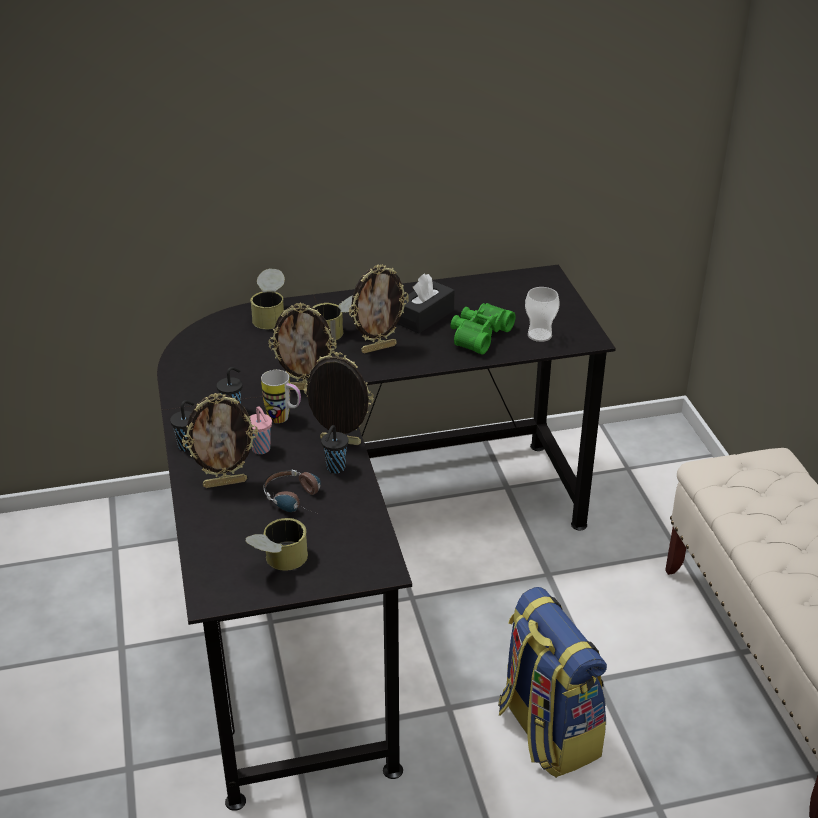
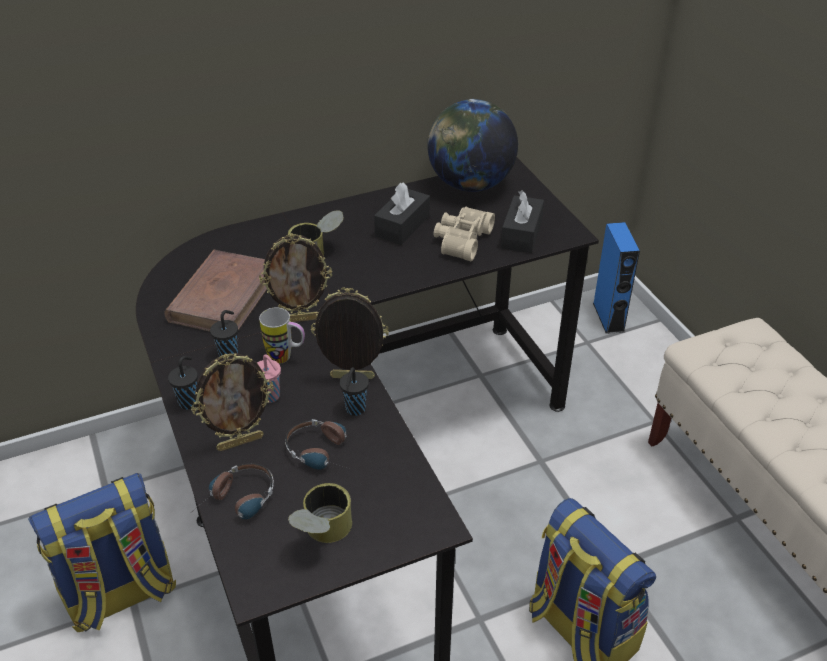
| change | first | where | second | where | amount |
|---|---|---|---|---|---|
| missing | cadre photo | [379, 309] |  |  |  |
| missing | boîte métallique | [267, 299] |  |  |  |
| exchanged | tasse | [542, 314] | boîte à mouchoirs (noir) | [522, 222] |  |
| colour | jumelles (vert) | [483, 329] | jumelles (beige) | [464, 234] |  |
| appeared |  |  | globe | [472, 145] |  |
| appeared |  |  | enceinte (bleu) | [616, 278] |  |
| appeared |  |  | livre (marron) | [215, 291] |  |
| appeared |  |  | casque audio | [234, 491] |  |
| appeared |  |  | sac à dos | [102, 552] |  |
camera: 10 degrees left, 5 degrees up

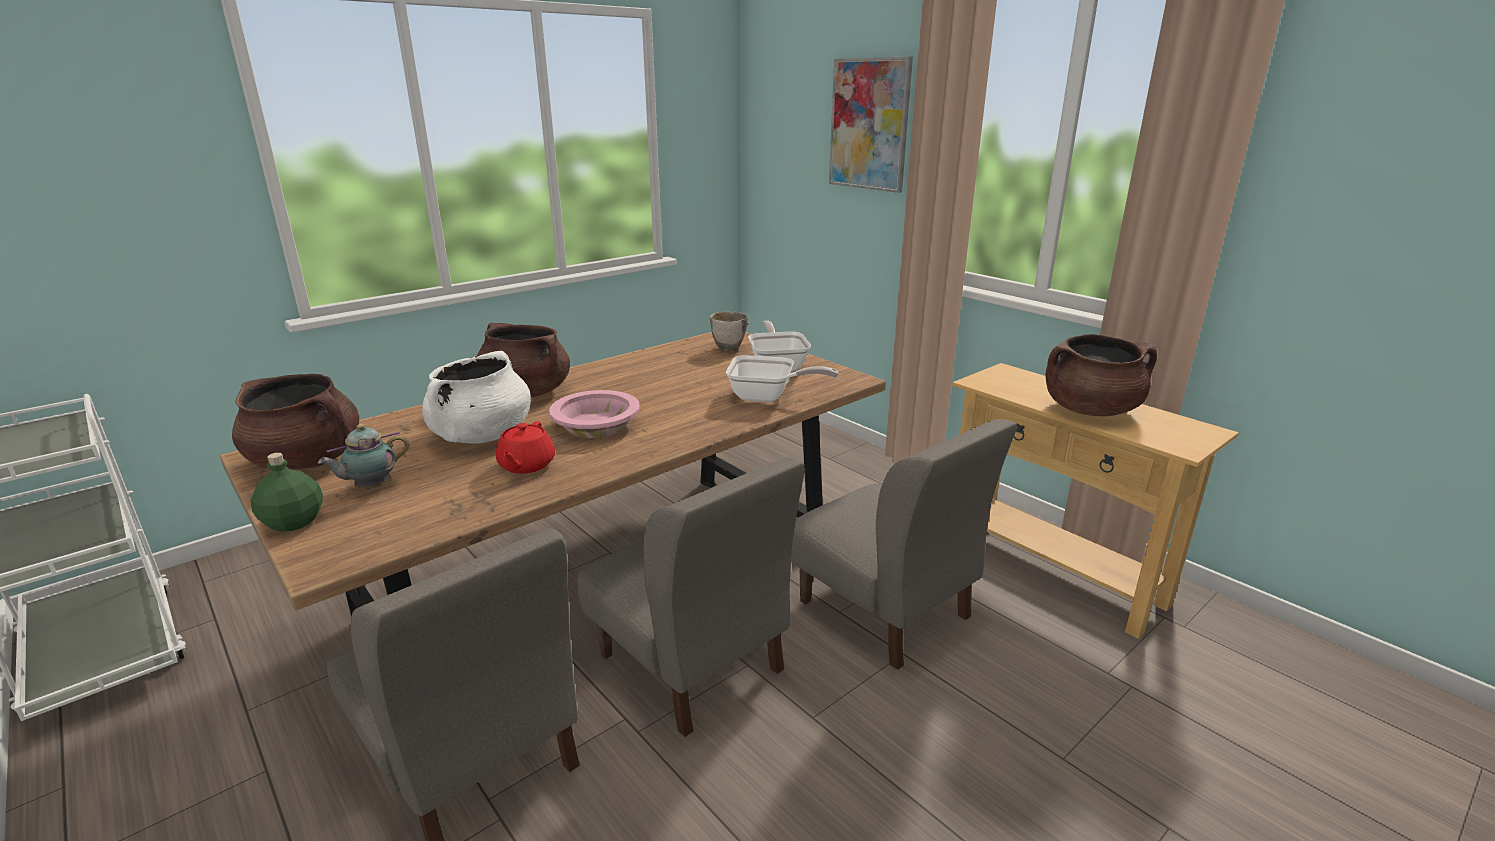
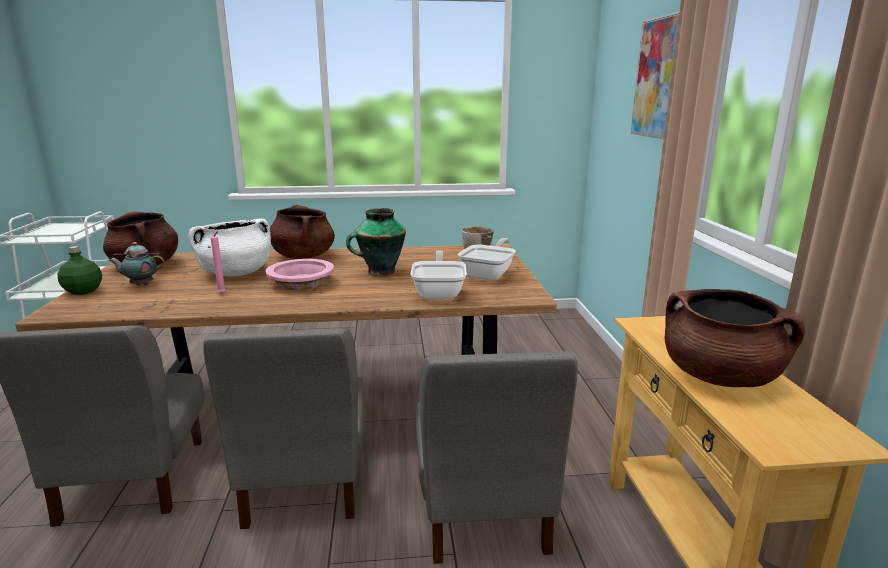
| change | first | where | second | where | amount |
|---|---|---|---|---|---|
| spun | poêle | [782, 378] |  | [439, 274] | 135 degrees counterclockwise |
| exchanged | théière (rouge) | [525, 447] | bougie (rose) | [218, 263] |  |
| appeared |  |  | vase | [376, 242] |  |
camera: 35 degrees right, 5 degrees down

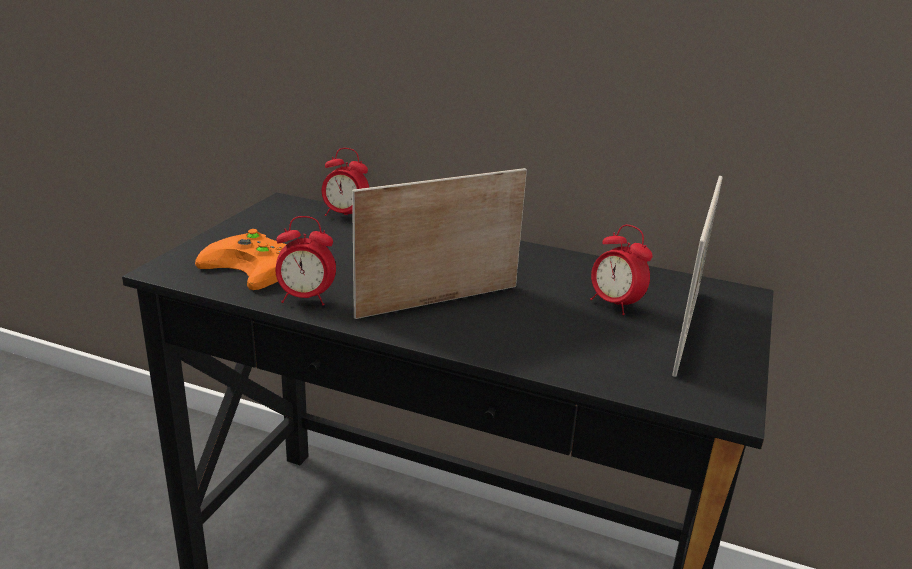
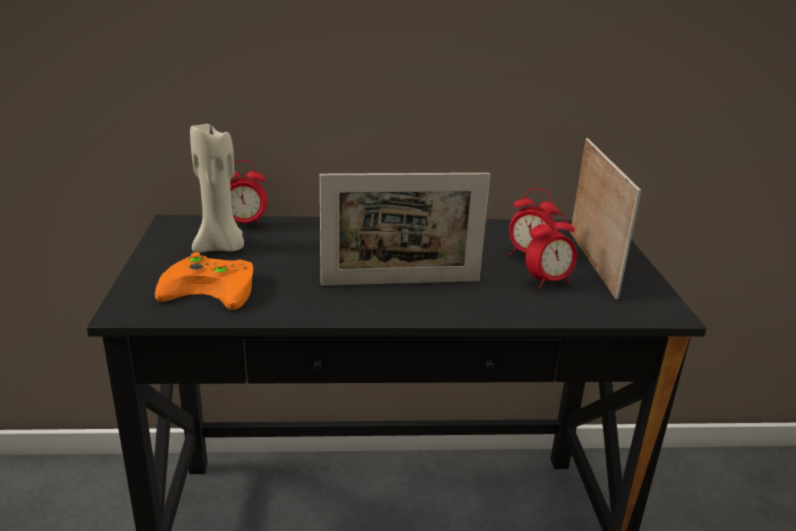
| change | first | where | second | where | amount |
|---|---|---|---|---|---|
| spun | cadre photo | [439, 243] |  | [405, 229] | 135 degrees counterclockwise |
| relocated | réveil | [305, 260] |  | [551, 249] |  |
| appeared |  |  | bougie (beige) | [217, 186] |  |
camera: 25 degrees left, 0 degrees up

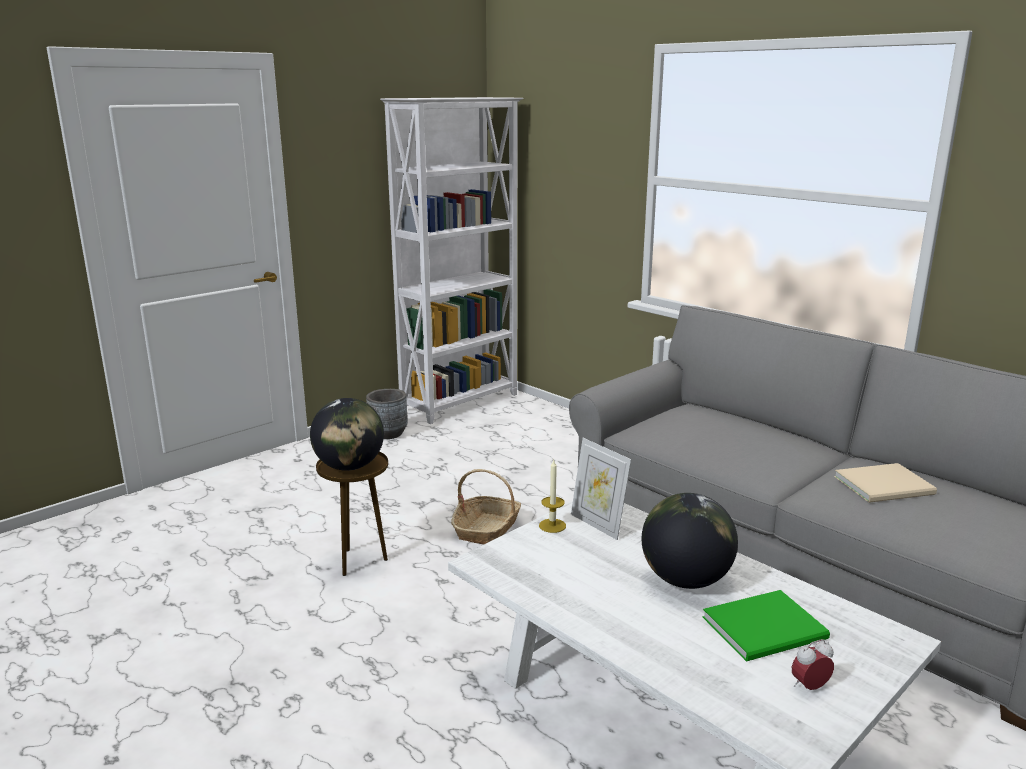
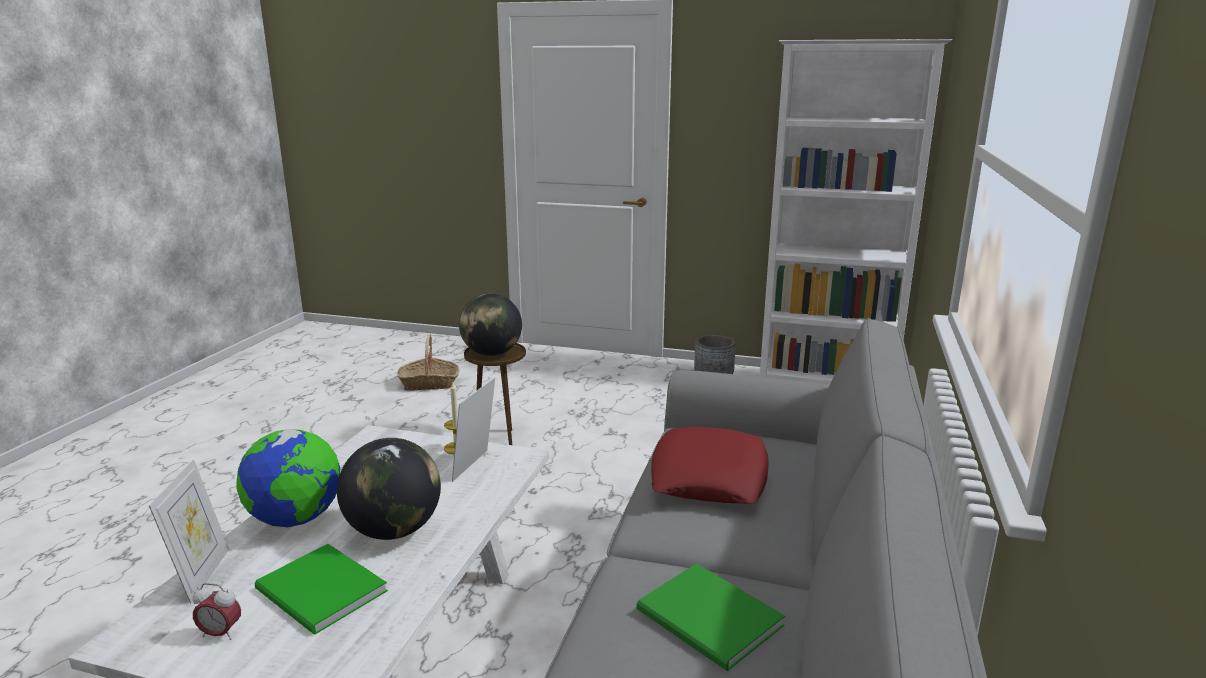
| change | first | where | second | where | amount |
|---|---|---|---|---|---|
| colour | livre (beige) | [885, 483] | livre (vert) | [711, 617] |  |
| relocated | panier | [486, 506] |  | [428, 362] |  |
| spun | réveil | [813, 664] |  | [217, 611] | 150 degrees clockwise |
| appeared |  |  | coussin (rouge) | [710, 465] |  |
| appeared |  |  | globe | [288, 478] |  |
| appeared |  |  | cadre photo | [189, 531] |  |
camera: 60 degrees right, 0 degrees up

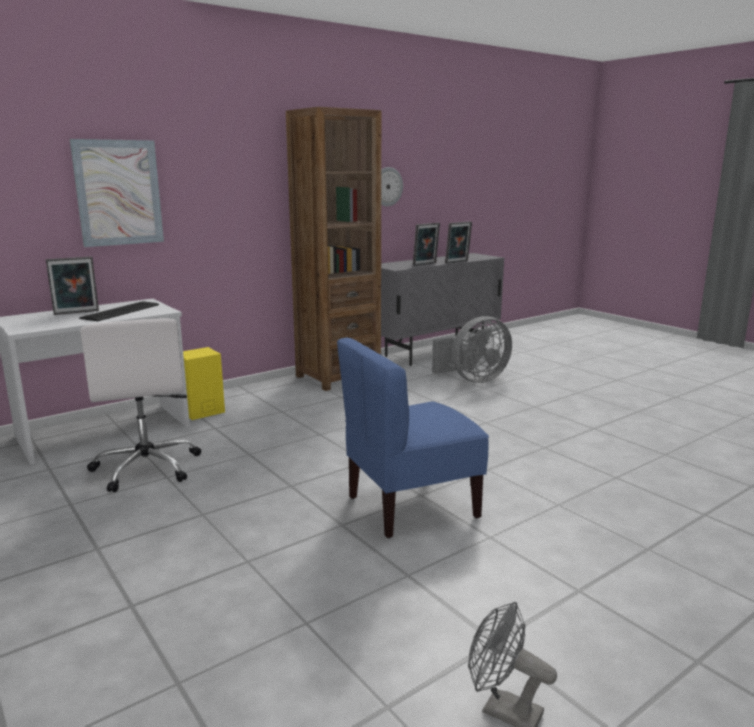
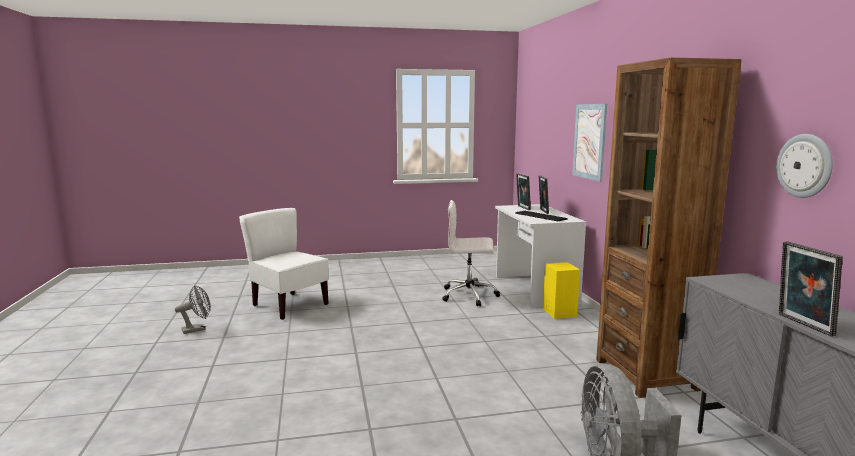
| change | first | where | second | where | amount |
|---|---|---|---|---|---|
| relocated | cadre photo | [426, 244] |  | [523, 192] |  |
| missing | chaise (bleu) | [413, 438] |  |  |  |
| appeared |  |  | chaise (blanc) | [284, 264] |  |
camera: 115 degrees right, 5 degrees down

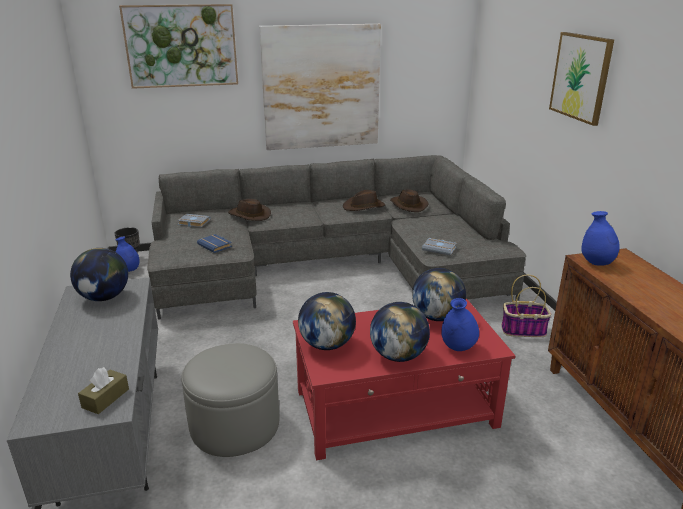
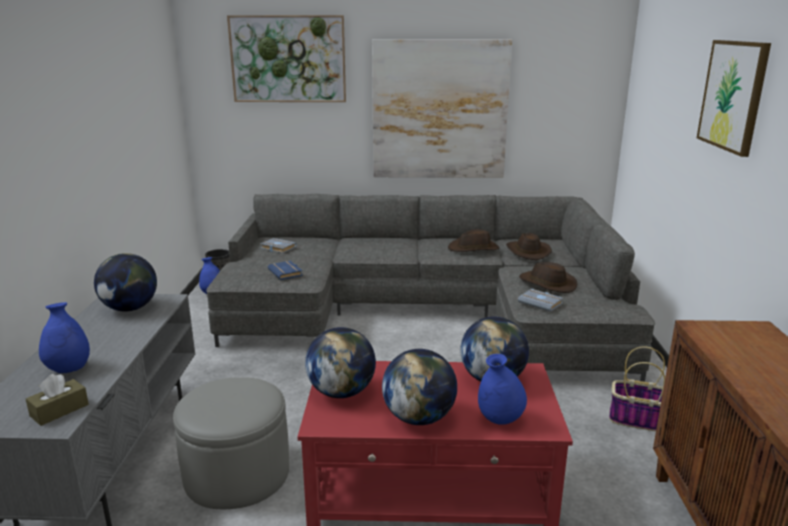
| change | first | where | second | where | amount |
|---|---|---|---|---|---|
| relocated | chapeau (marron) | [249, 210] |  | [548, 277] |  |
| relocated | vase (bleu) | [600, 238] |  | [64, 337] |  |
camera: 15 degrees right, 5 degrees down

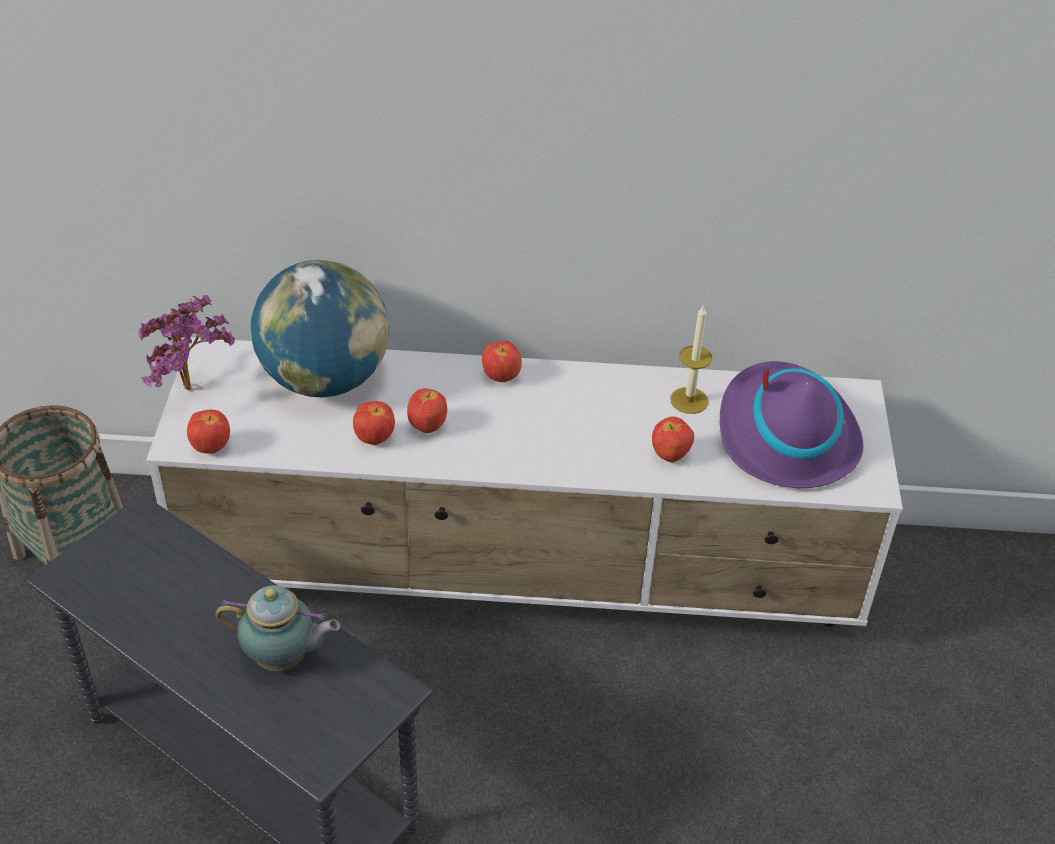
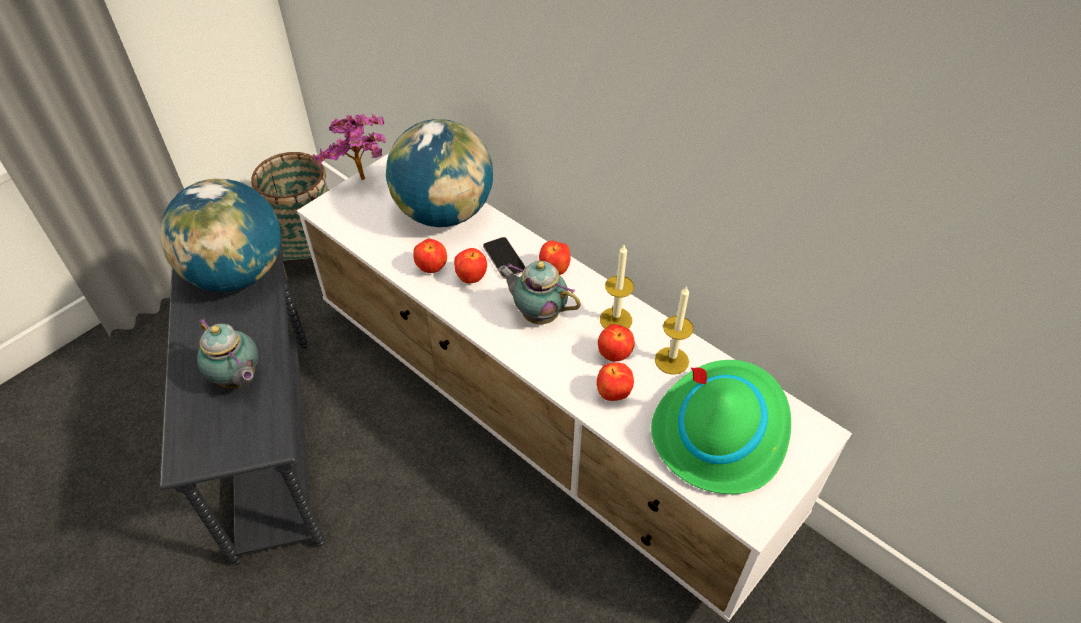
| change | first | where | second | where | amount |
|---|---|---|---|---|---|
| colour | chapeau (violet) | [791, 424] | chapeau (vert) | [721, 427] |  |
| relocated | pomme | [208, 432] |  | [616, 343] |  |
| appeared |  |  | globe | [220, 235] |  |
| appeared |  |  | téléphone | [504, 258] |  |
| appeared |  |  | bougie | [617, 287] |  |
| appeared |  |  | théière | [539, 292] |  |
camera: 40 degrees right, 5 degrees up

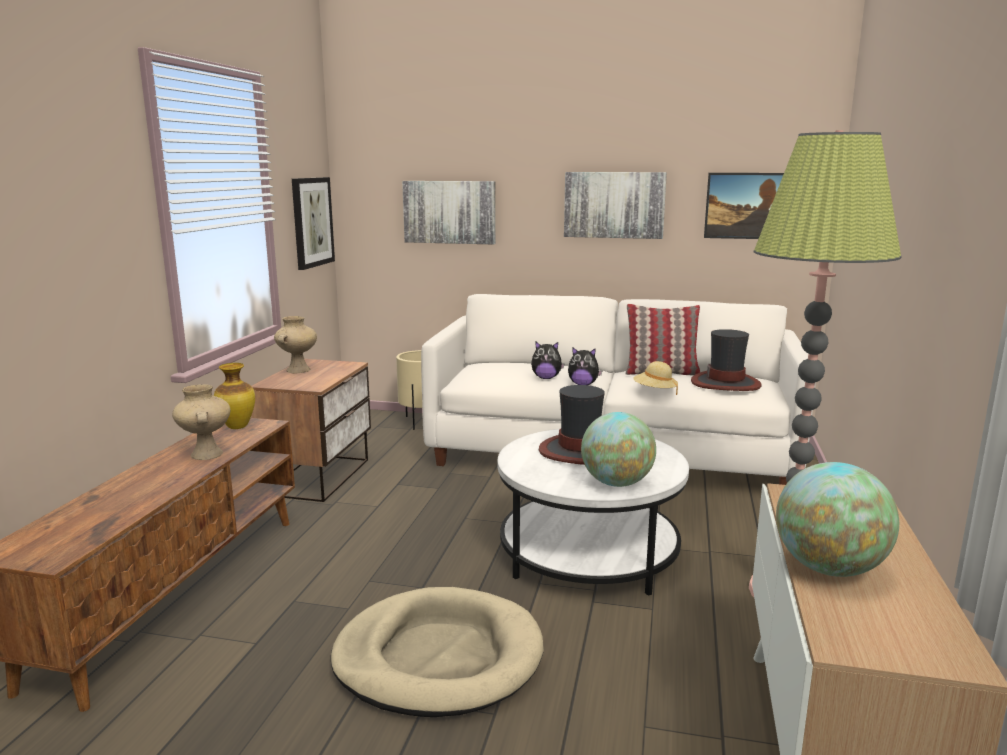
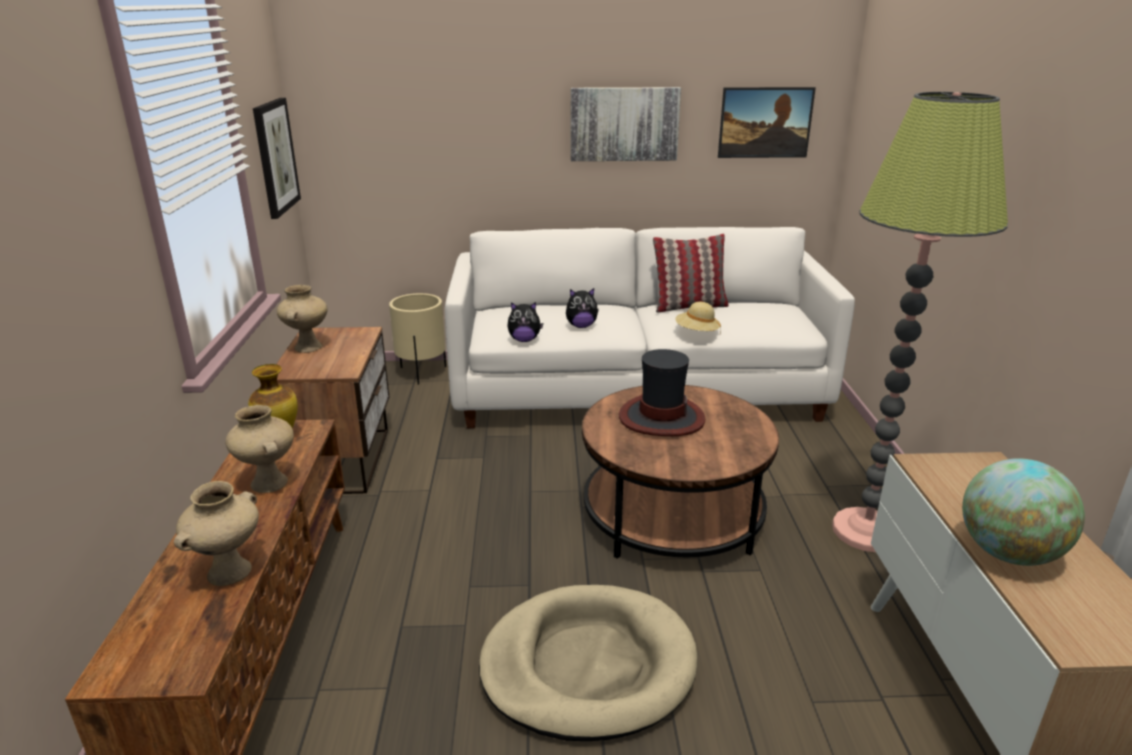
| change | first | where | second | where | amount |
|---|---|---|---|---|---|
| missing | tableau | [449, 213] |  |  |  |
| missing | chapeau | [726, 360] |  |  |  |
| relocated | peluche | [585, 366] |  | [525, 322] |  |
| missing | globe | [618, 449] |  |  |  |
| colour | table basse (blanc) | [593, 512] | table basse (marron) | [680, 472] |  |
| appeared |  |  | vase (beige) | [216, 533] |  |
camera: 15 degrees left, 10 degrees up

